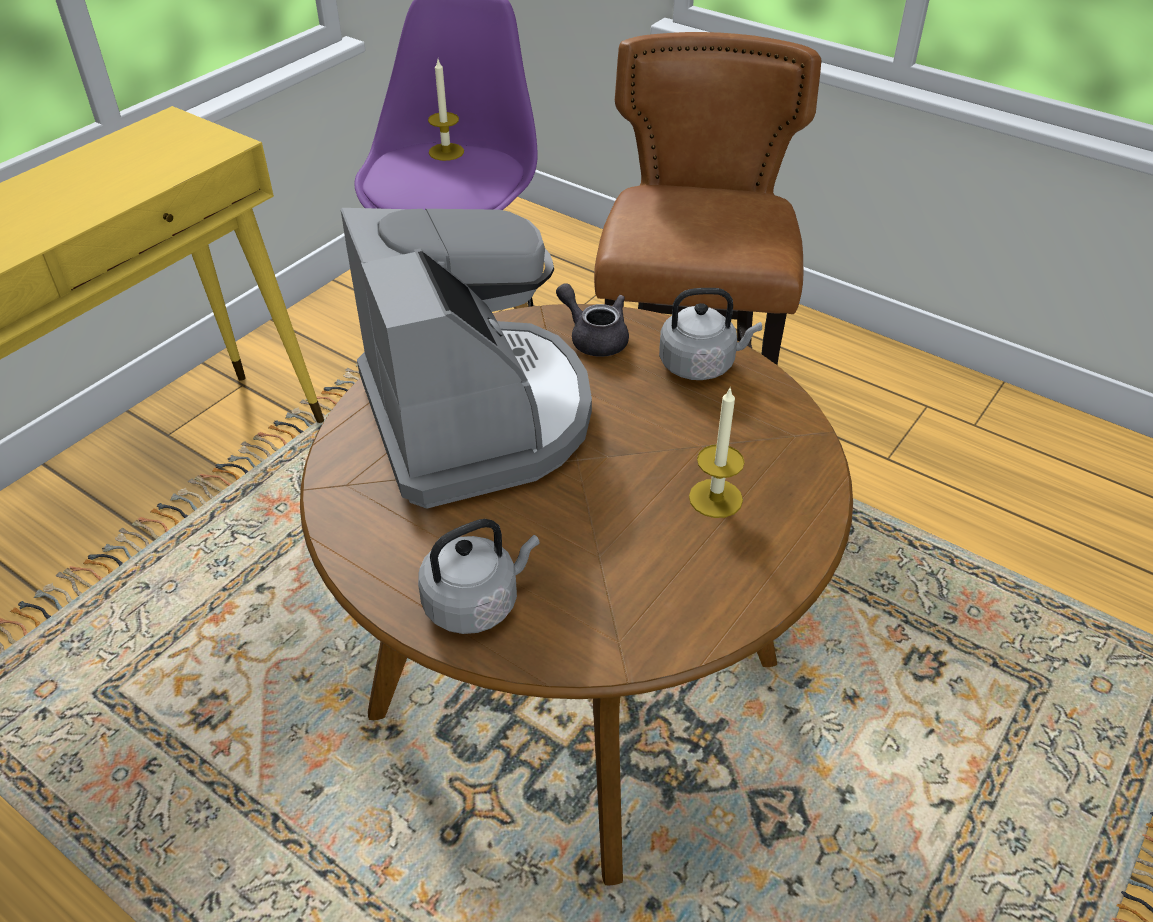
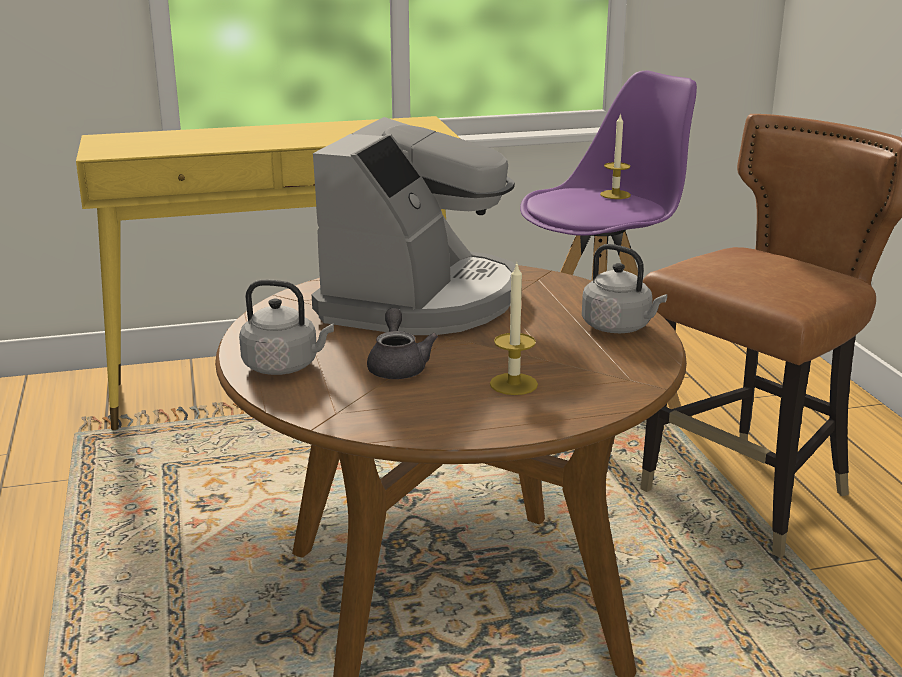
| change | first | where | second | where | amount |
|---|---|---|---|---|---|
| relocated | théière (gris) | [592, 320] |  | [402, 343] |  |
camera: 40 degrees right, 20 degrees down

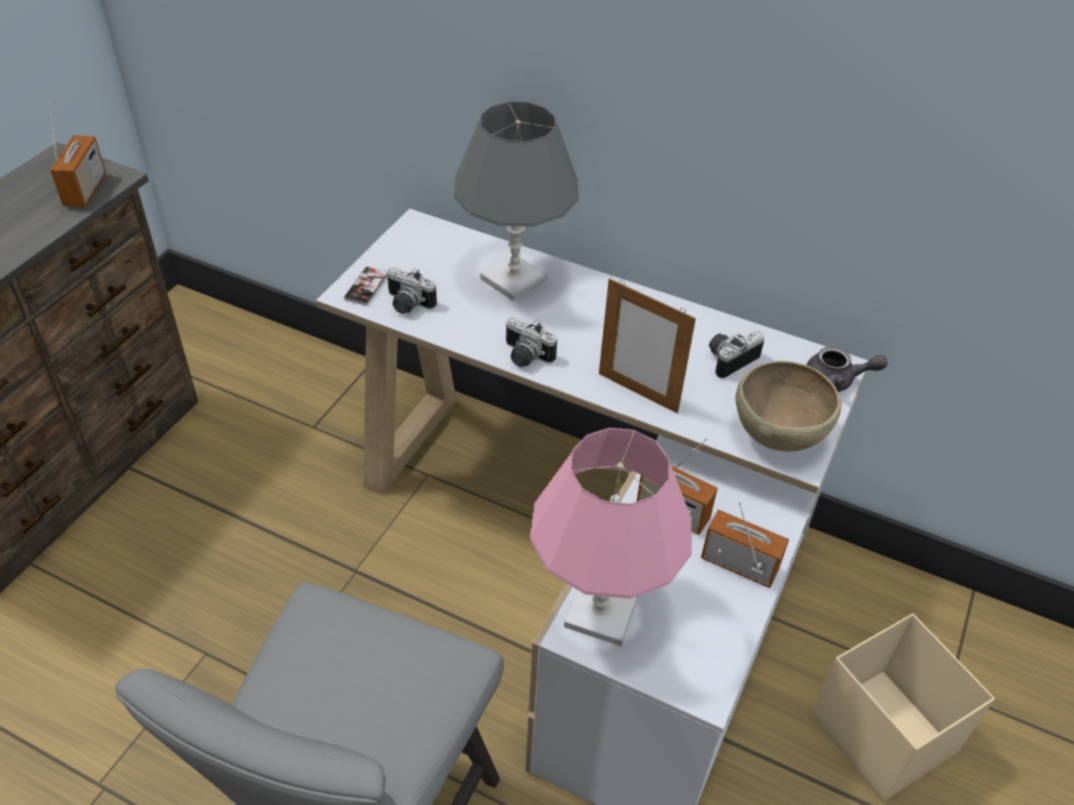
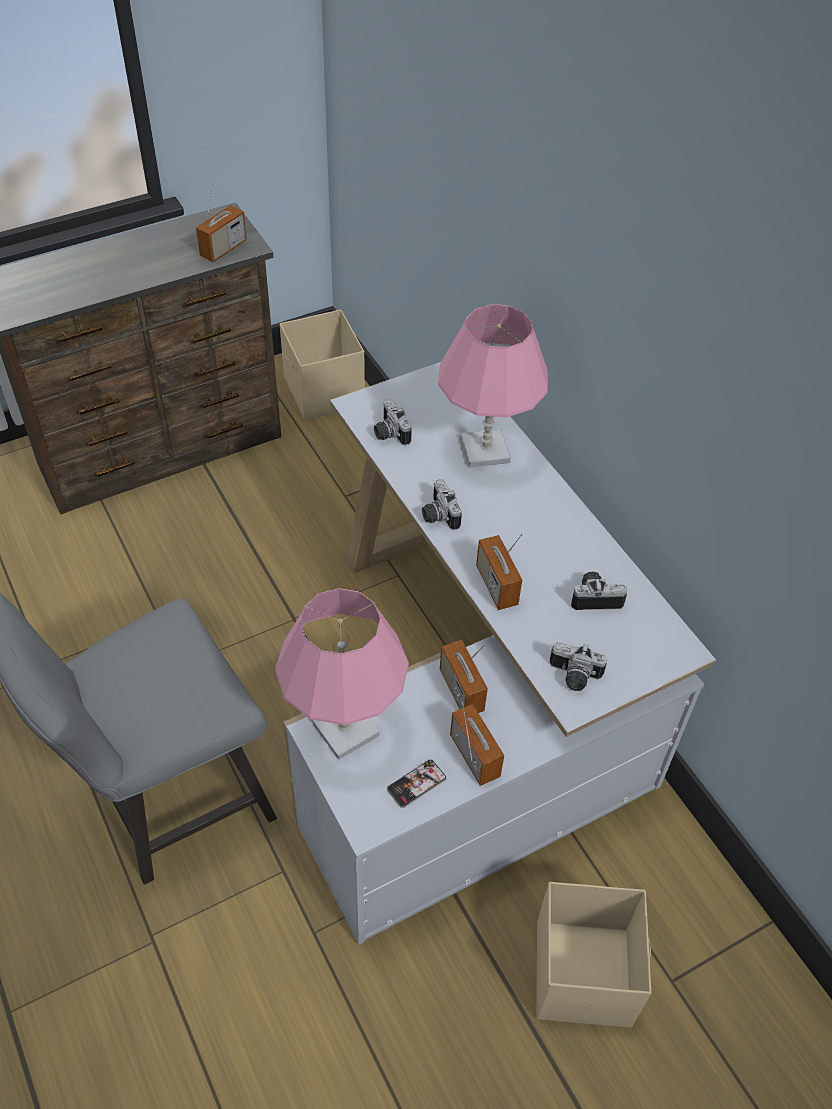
| change | first | where | second | where | amount |
|---|---|---|---|---|---|
| colour | lampe de table (gris) | [516, 201] | lampe de table (rose) | [493, 385] |  |
| relocated | téléphone | [365, 285] |  | [417, 783] |  |
| exchanged | cadre photo | [647, 346] | radio | [499, 572] |  |
| missing | théière (gris) | [847, 369] |  |  |  |
| exchanged | bol (marron) | [788, 406] | appareil photo | [578, 666] |  |
| appeared |  |  | boîte de rangement (beige) | [322, 364] |  |
camera: 35 degrees right, 5 degrees up

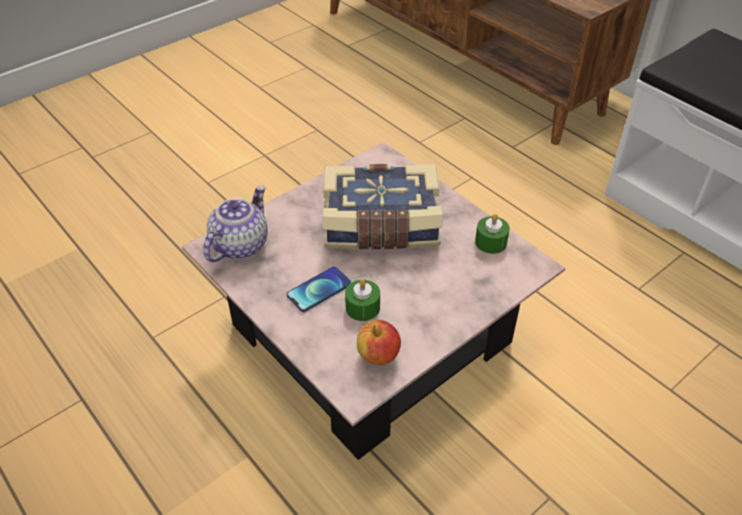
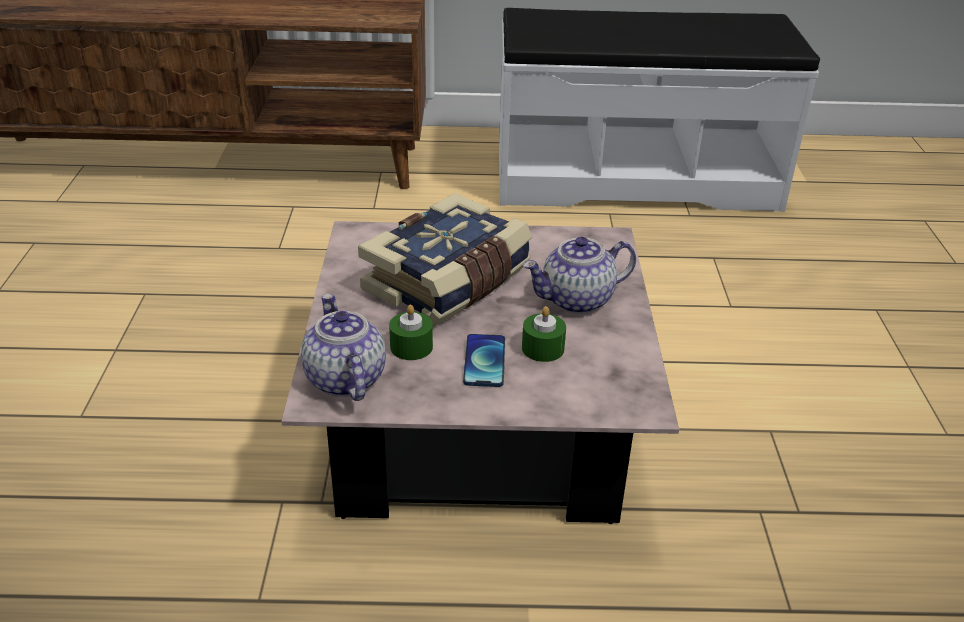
| change | first | where | second | where | amount |
|---|---|---|---|---|---|
| relocated | bougie (vert) | [492, 234] |  | [411, 332] |  |
| missing | pomme | [379, 342] |  |  |  |
| appeared |  |  | théière | [579, 275] |  |
camera: 50 degrees left, 10 degrees down

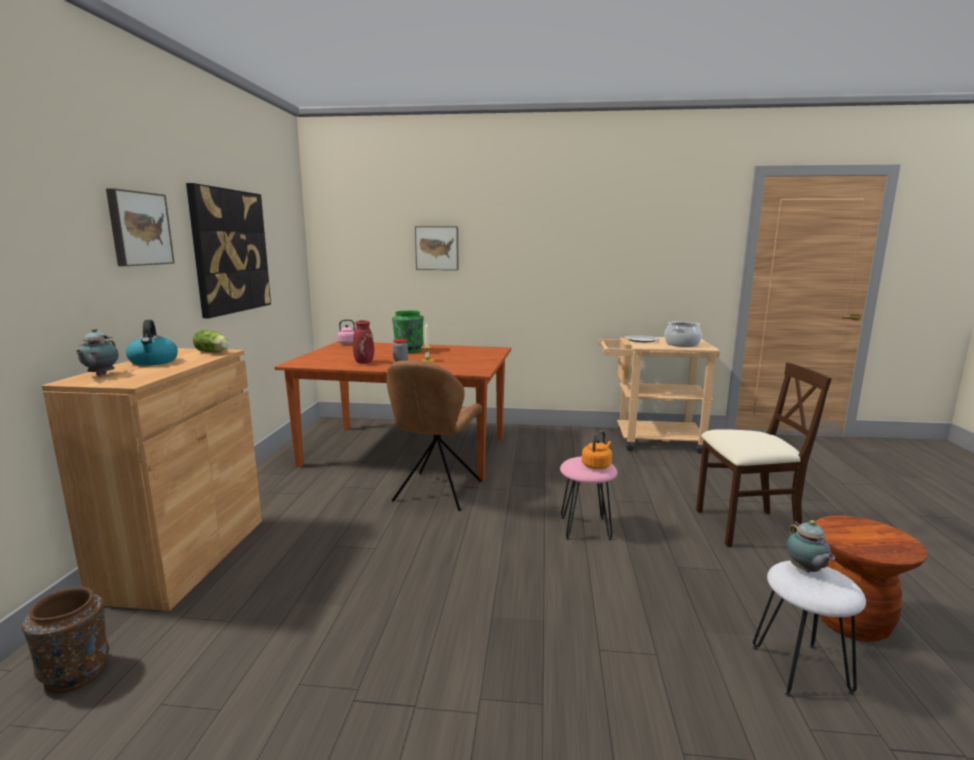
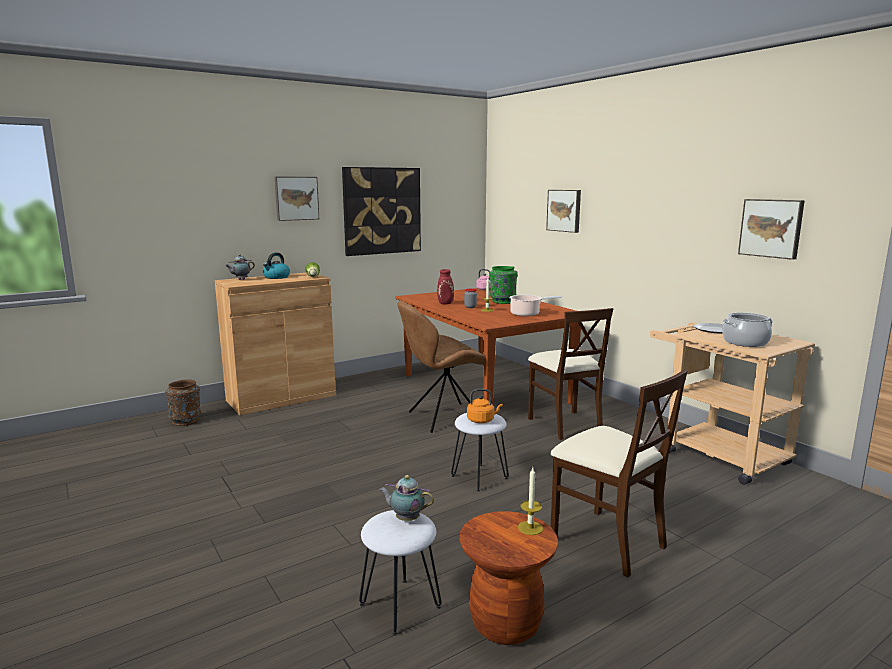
| change | first | where | second | where | amount |
|---|---|---|---|---|---|
| colour | tabouret (rose) | [589, 498] | tabouret (blanc) | [480, 452] |  |
| spun | théière | [810, 546] |  | [406, 498] | 60 degrees clockwise |
| appeared |  |  | tableau | [771, 229] |  |
| appeared |  |  | marmite | [535, 306] |  |
| appeared |  |  | chaise (beige) | [570, 374] |  |
| appeared |  |  | bougie | [530, 501] |  |
camera: 50 degrees right, 0 degrees up

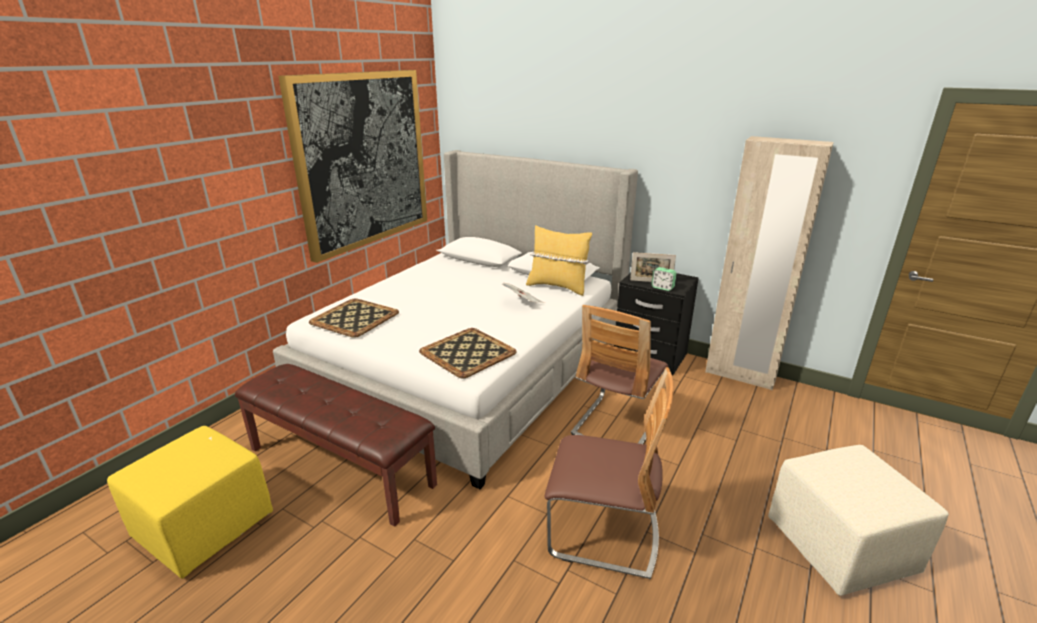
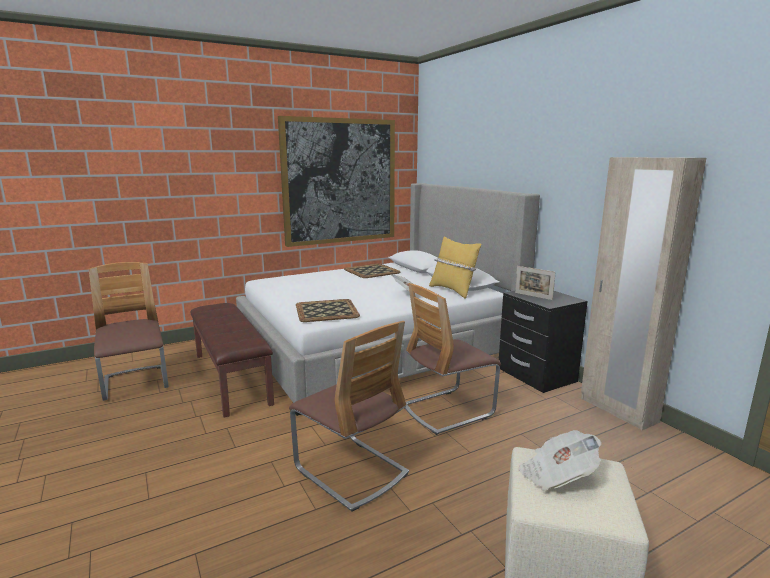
| change | first | where | second | where | amount |
|---|---|---|---|---|---|
| missing | réveil | [664, 279] |  |  |  |
| relocated | plateau | [354, 318] |  | [372, 270] |  |
| exchanged | pouf (jaune) | [190, 502] | chaise | [129, 331] |  |
| appeared |  |  | journal | [560, 460] |  |
camera: 30 degrees right, 10 degrees down

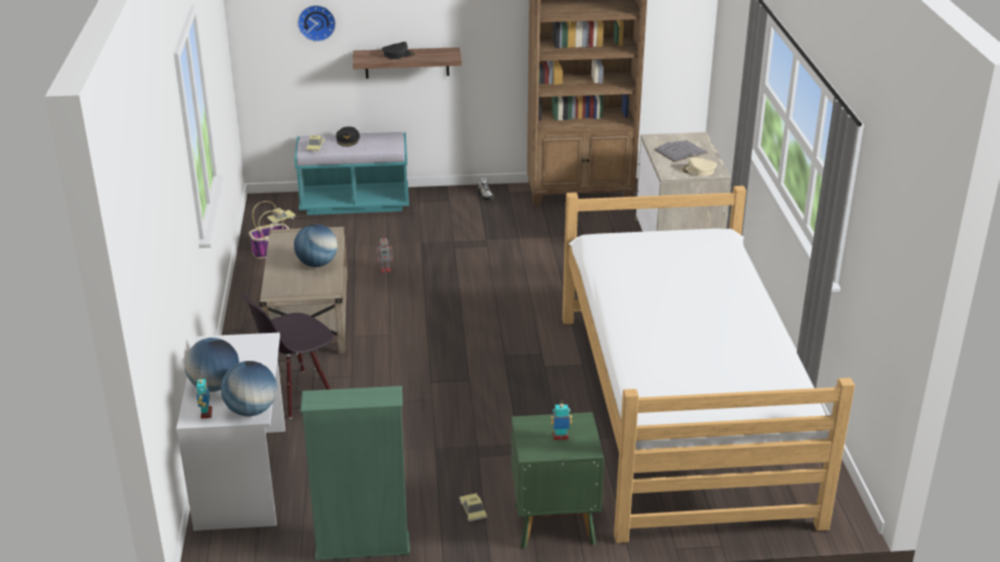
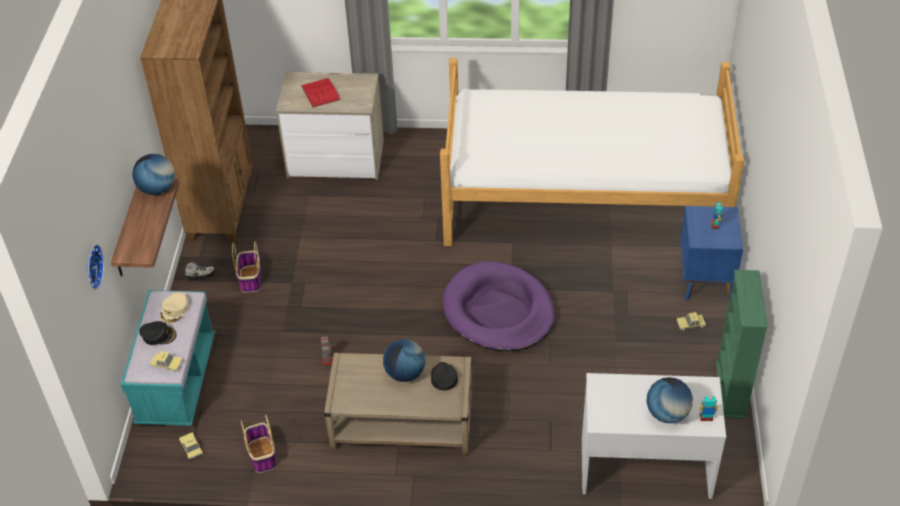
| change | first | where | second | where | amount |
|---|---|---|---|---|---|
| relocated | casquette (noir) | [398, 50] |  | [444, 376] |  |
| colour | livre (gris) | [681, 151] | livre (rouge) | [321, 93] |  |
| relocated | casquette (beige) | [699, 166] |  | [174, 308] |  |
| missing | chaise (noir) | [287, 356] |  |  |  |
| relocated | globe | [249, 388] |  | [153, 174] |  |
| colour | table de chevet (vert) | [557, 480] | table de chevet (bleu) | [712, 253] |  |
| appeared |  |  | panier | [246, 267] |  |
| appeared |  |  | panier pour chien (violet) | [499, 306] |  |
camera: 80 degrees left, 15 degrees up

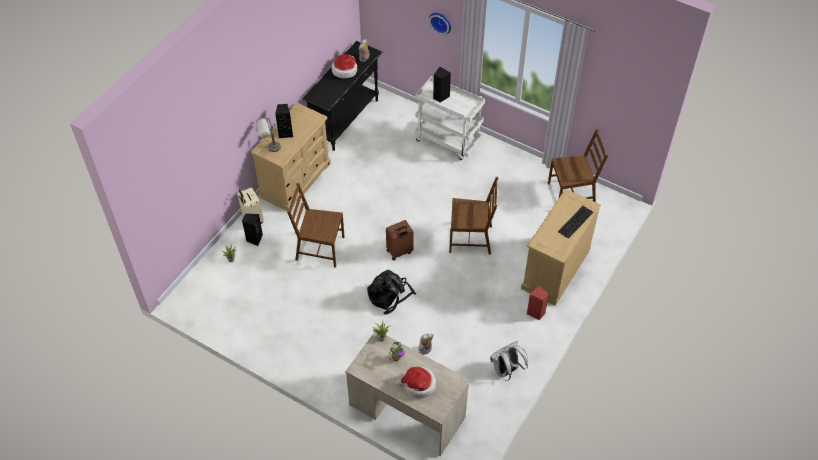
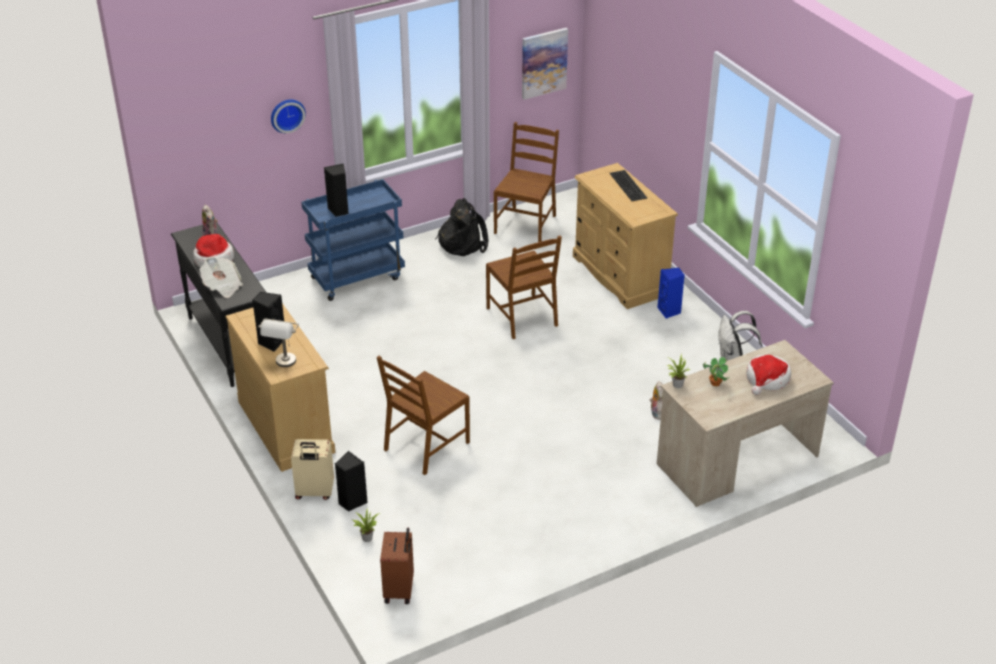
| change | first | where | second | where | amount |
|---|---|---|---|---|---|
| colour | chariot (blanc) | [450, 118] | chariot (bleu) | [353, 240] |  |
| spun | chaise (marron) | [473, 216] |  | [524, 287] | 120 degrees clockwise |
| relocated | valise (marron) | [399, 240] |  | [397, 566] |  |
| relocated | sac à dos (noir) | [391, 292] |  | [462, 227] |  |
| colour | enceinte (rouge) | [538, 302] | enceinte (bleu) | [671, 293] |  |
| appeared |  |  | tableau | [545, 64] |  |
| appeared |  |  | journal | [221, 277] |  |
camera: 60 degrees left, 15 degrees down

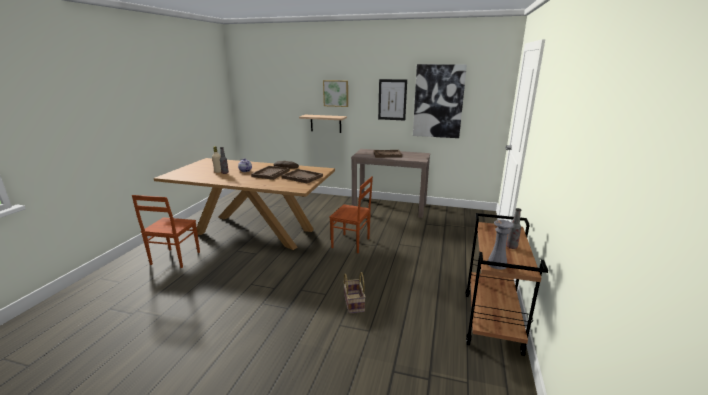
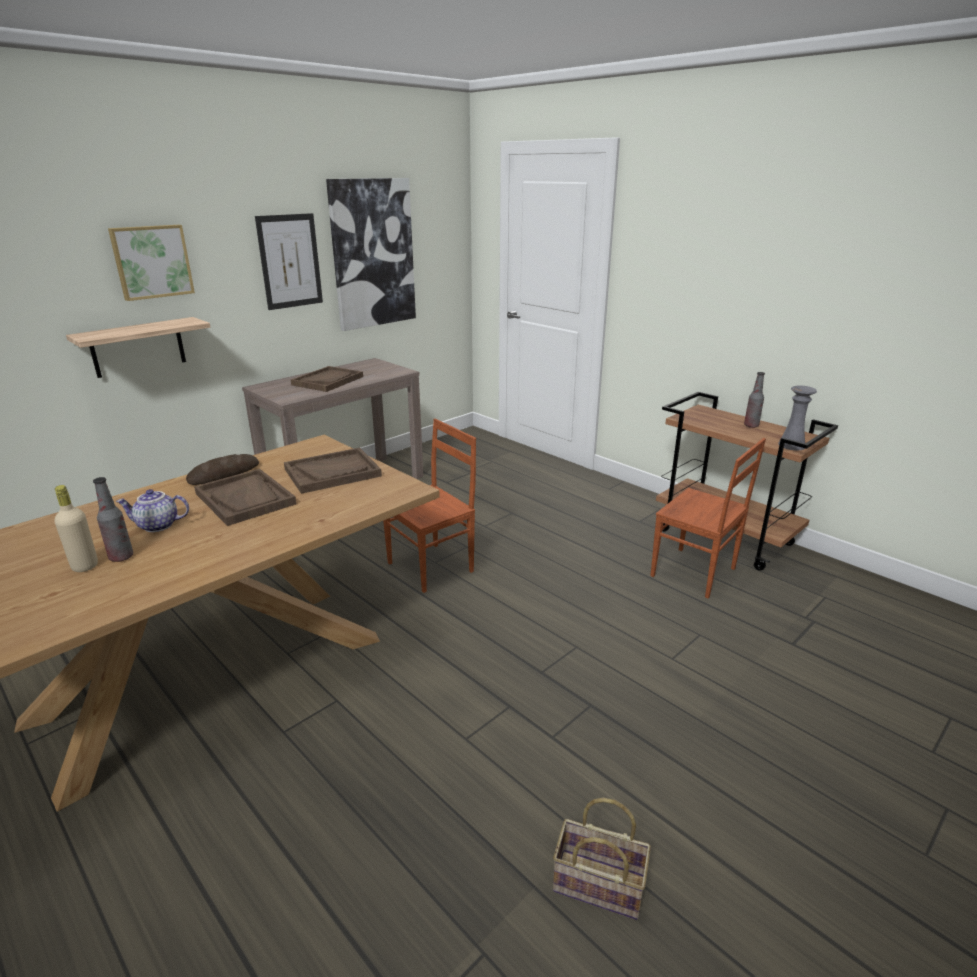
| change | first | where | second | where | amount |
|---|---|---|---|---|---|
| relocated | chaise (marron) | [166, 231] |  | [708, 518] |  |
| relocated | panier | [354, 293] |  | [602, 859] |  |
camera: 60 degrees left, 5 degrees up

